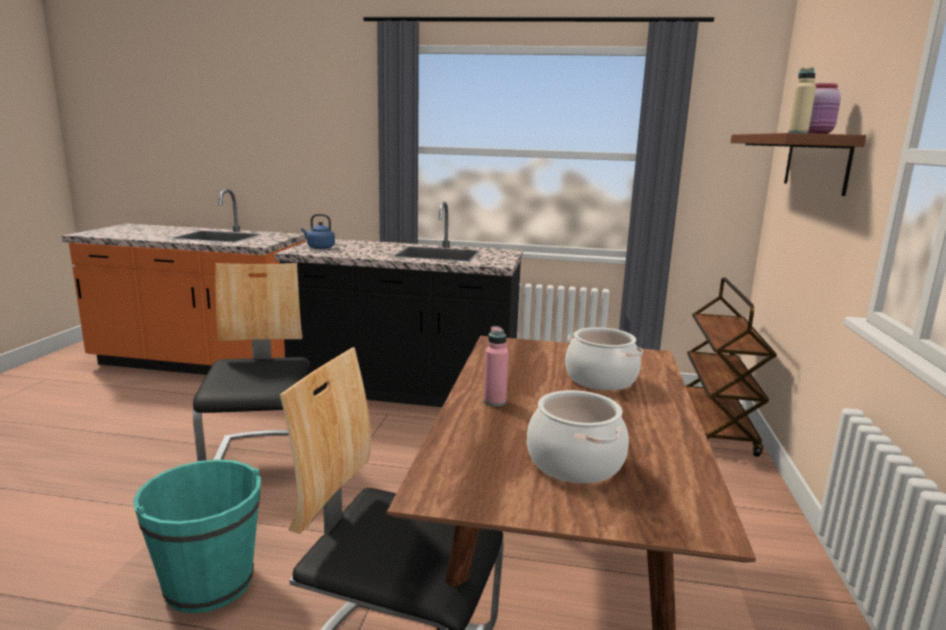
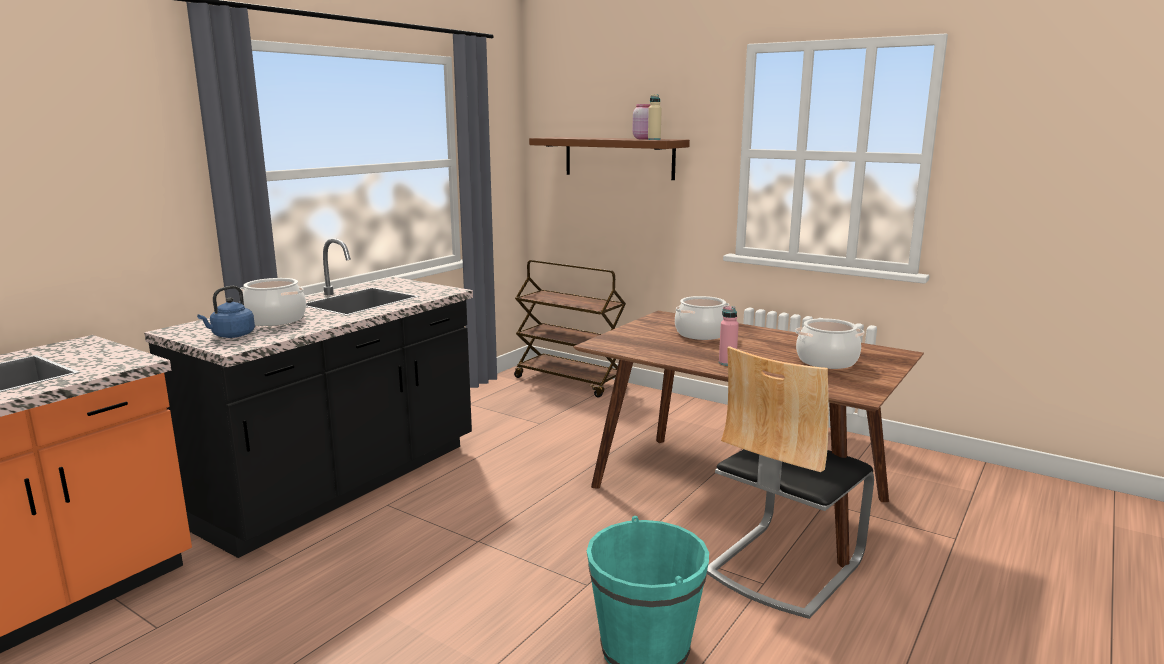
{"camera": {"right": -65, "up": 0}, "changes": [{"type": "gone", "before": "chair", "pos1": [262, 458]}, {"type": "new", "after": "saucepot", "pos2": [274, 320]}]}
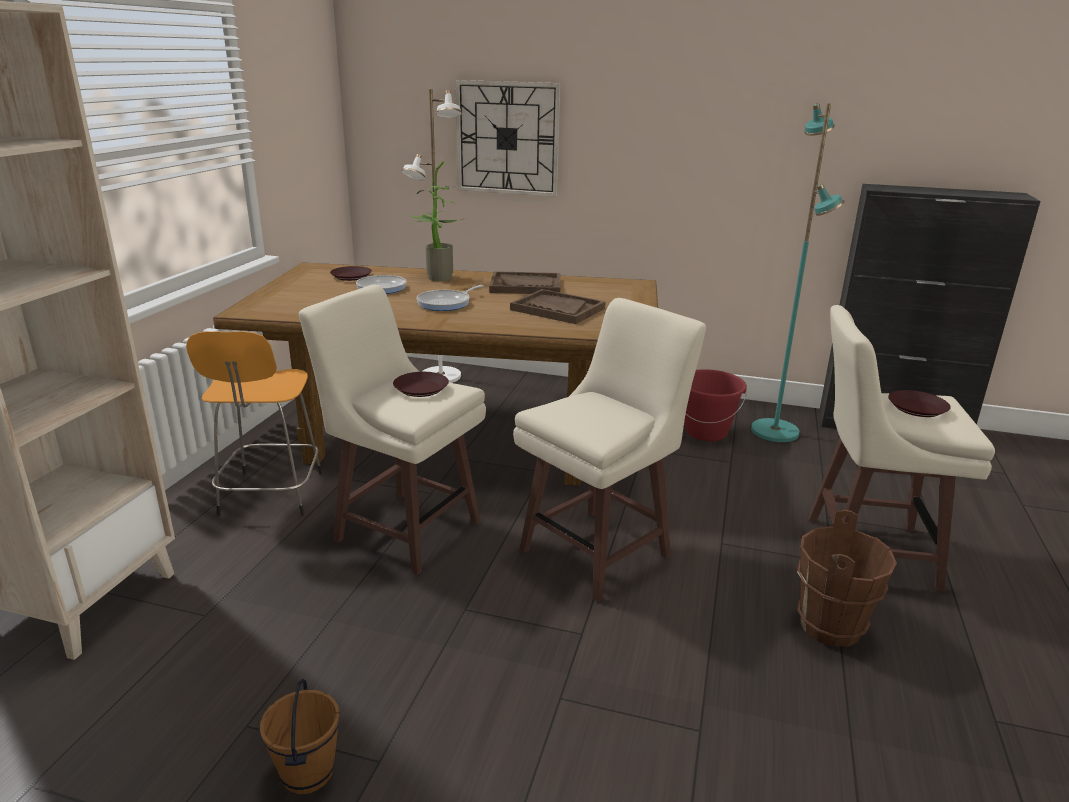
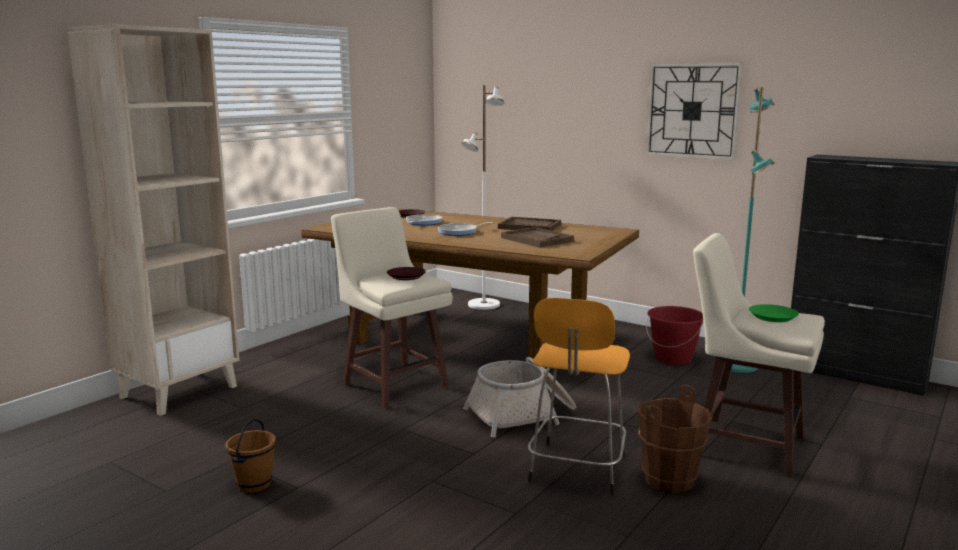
{"camera": {"right": 20, "up": -10}, "changes": [{"type": "shifted", "before": "clock on the wall", "pos1": [507, 138], "pos2": [692, 111]}, {"type": "gone", "before": "potted plant", "pos1": [436, 278]}, {"type": "swapped", "before": "beige stool seat", "after": "household basket", "pos1": [599, 552], "pos2": [522, 415]}, {"type": "shifted", "before": "orange-coloured stool seat", "pos1": [270, 496], "pos2": [576, 470]}, {"type": "repainted", "before": "brownish dinner plate", "after": "greenish dinner plate", "pos1": [916, 408], "pos2": [772, 317]}]}
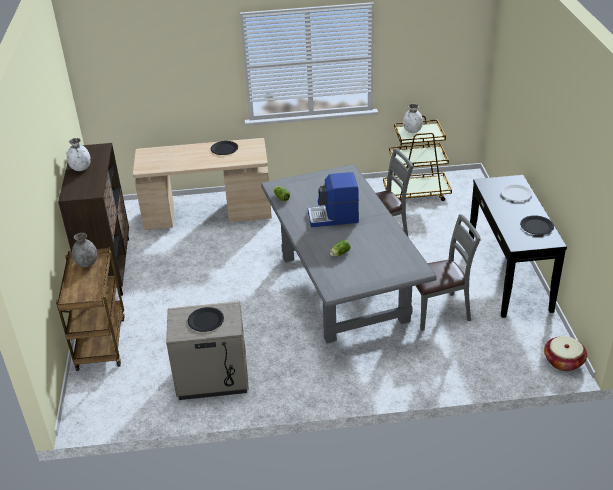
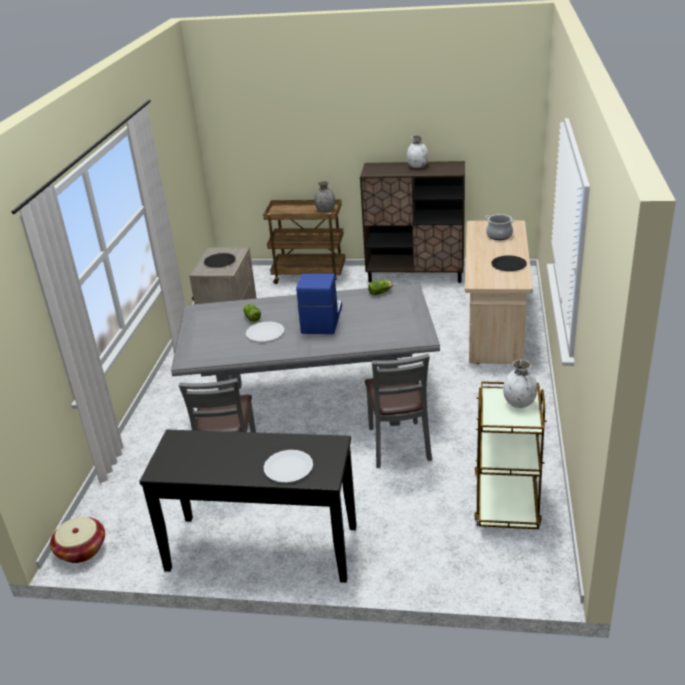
{"camera": {"right": 105, "up": -5}, "changes": [{"type": "gone", "before": "black-coloured dinner plate", "pos1": [536, 226]}, {"type": "new", "after": "saucepot", "pos2": [499, 235]}, {"type": "new", "after": "whitish dinner plate", "pos2": [265, 333]}]}
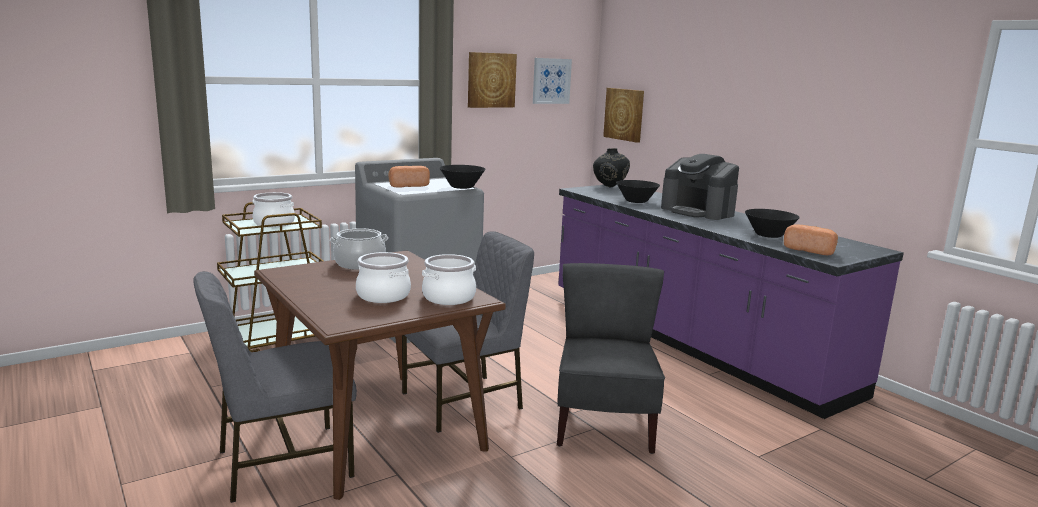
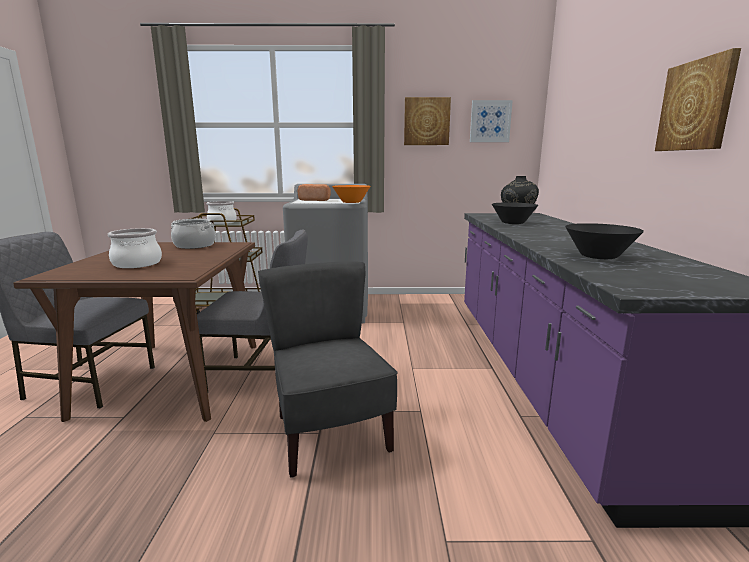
{"camera": {"right": 35, "up": 0}, "changes": [{"type": "shifted", "before": "wall art", "pos1": [624, 114], "pos2": [696, 105]}, {"type": "gone", "before": "coffee brewer", "pos1": [698, 211]}, {"type": "repainted", "before": "black-coloured deep dish", "after": "orange-coloured deep dish", "pos1": [462, 187], "pos2": [351, 202]}, {"type": "gone", "before": "baked bread", "pos1": [810, 250]}, {"type": "gone", "before": "saucepot", "pos1": [449, 298]}, {"type": "rotated", "before": "greyish chair", "pos1": [603, 426], "pos2": [330, 434], "turn": -60}]}
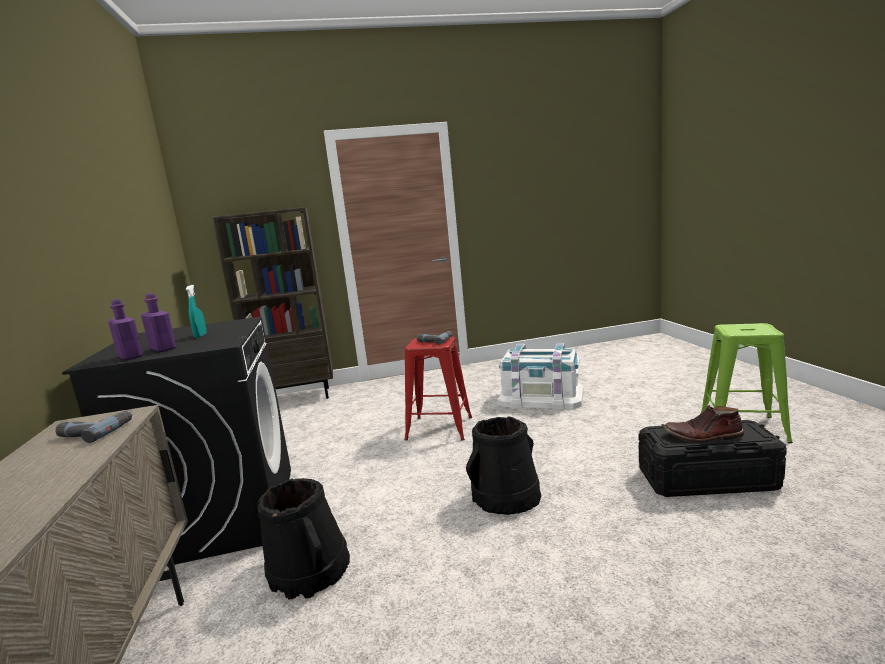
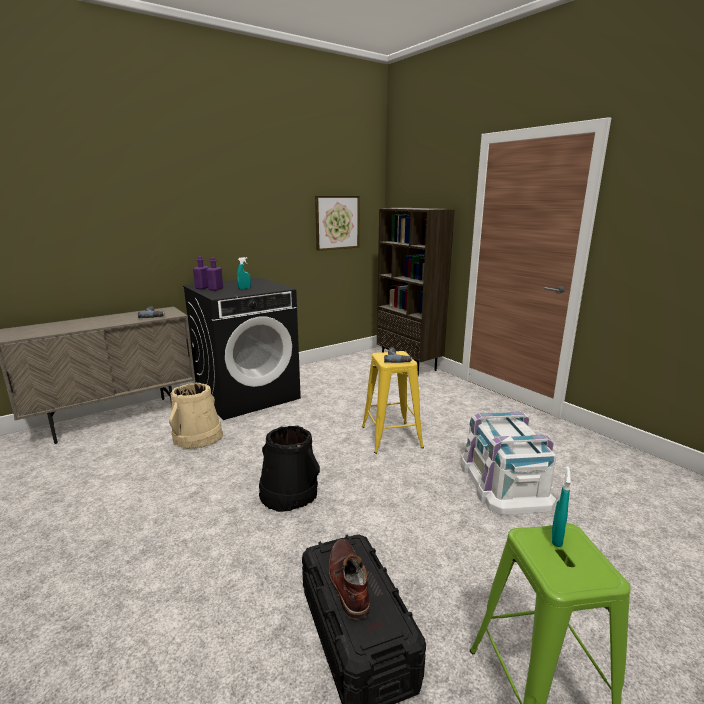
{"camera": {"right": 65, "up": 5}, "changes": [{"type": "repainted", "before": "red-coloured stool seat", "after": "yellowish stool seat", "pos1": [439, 428], "pos2": [391, 436]}, {"type": "repainted", "before": "black-coloured bucket", "after": "beige bucket", "pos1": [309, 570], "pos2": [198, 437]}, {"type": "new", "after": "wall art", "pos2": [337, 222]}, {"type": "new", "after": "turquoise-coloured sprayer", "pos2": [556, 538]}]}
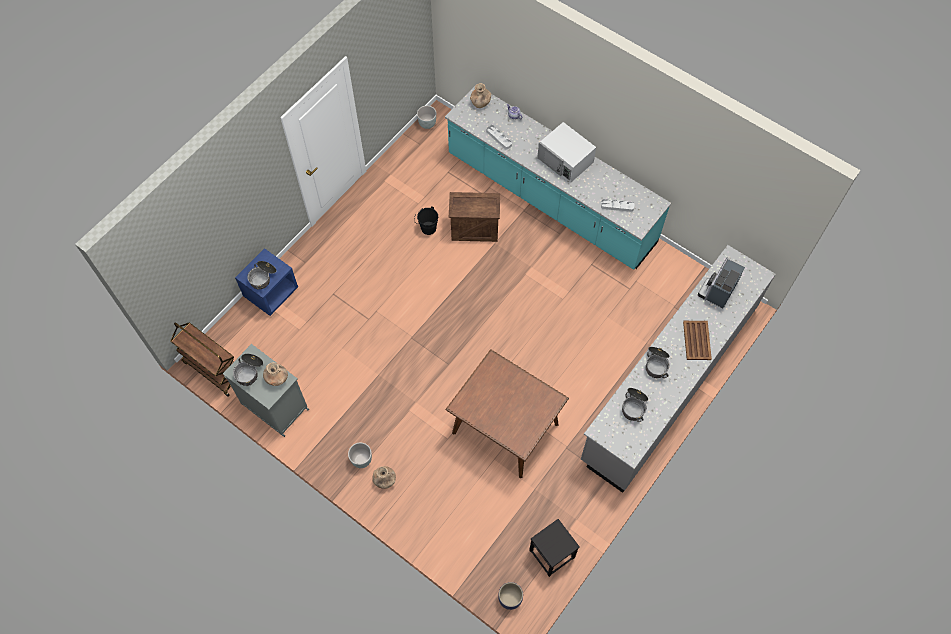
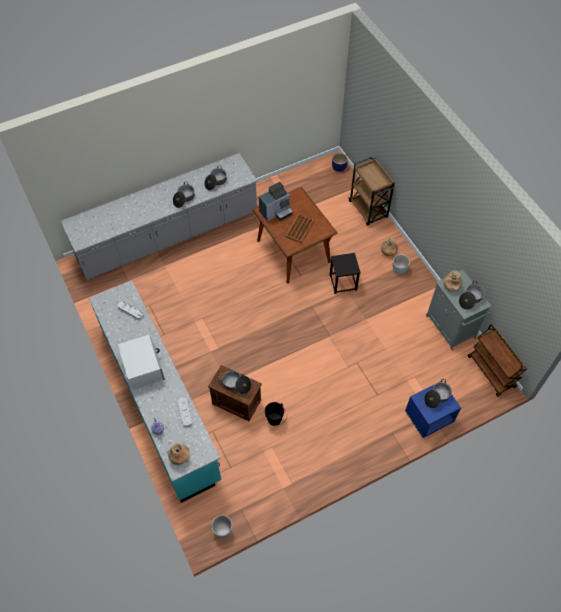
{"camera": {"right": -155, "up": -5}, "changes": [{"type": "shifted", "before": "coffee brewer", "pos1": [717, 291], "pos2": [276, 212]}, {"type": "shifted", "before": "brownish tray", "pos1": [697, 340], "pos2": [299, 228]}, {"type": "shifted", "before": "black-coloured stool seat", "pos1": [552, 553], "pos2": [342, 282]}, {"type": "new", "after": "brownish cart", "pos2": [368, 210]}, {"type": "new", "after": "saucepot", "pos2": [236, 385]}]}
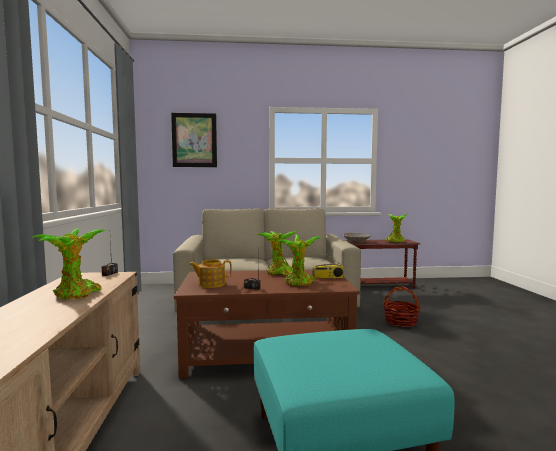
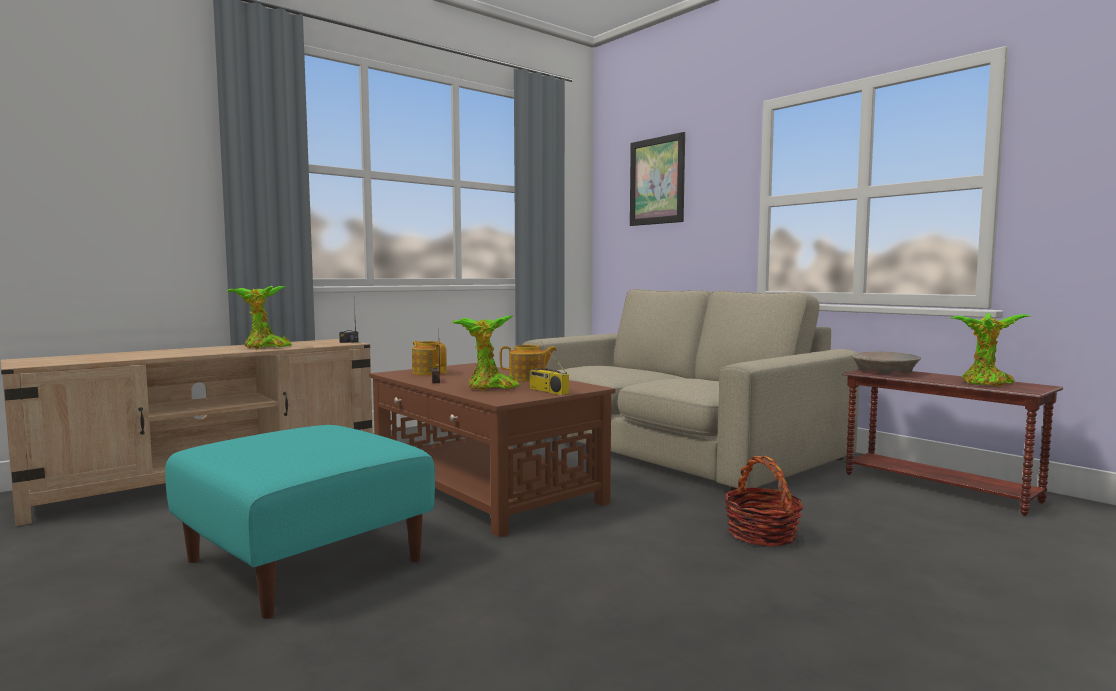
{"camera": {"right": 55, "up": 0}, "changes": [{"type": "swapped", "before": "potted plant", "after": "pot for tea", "pos1": [279, 273], "pos2": [528, 378]}]}
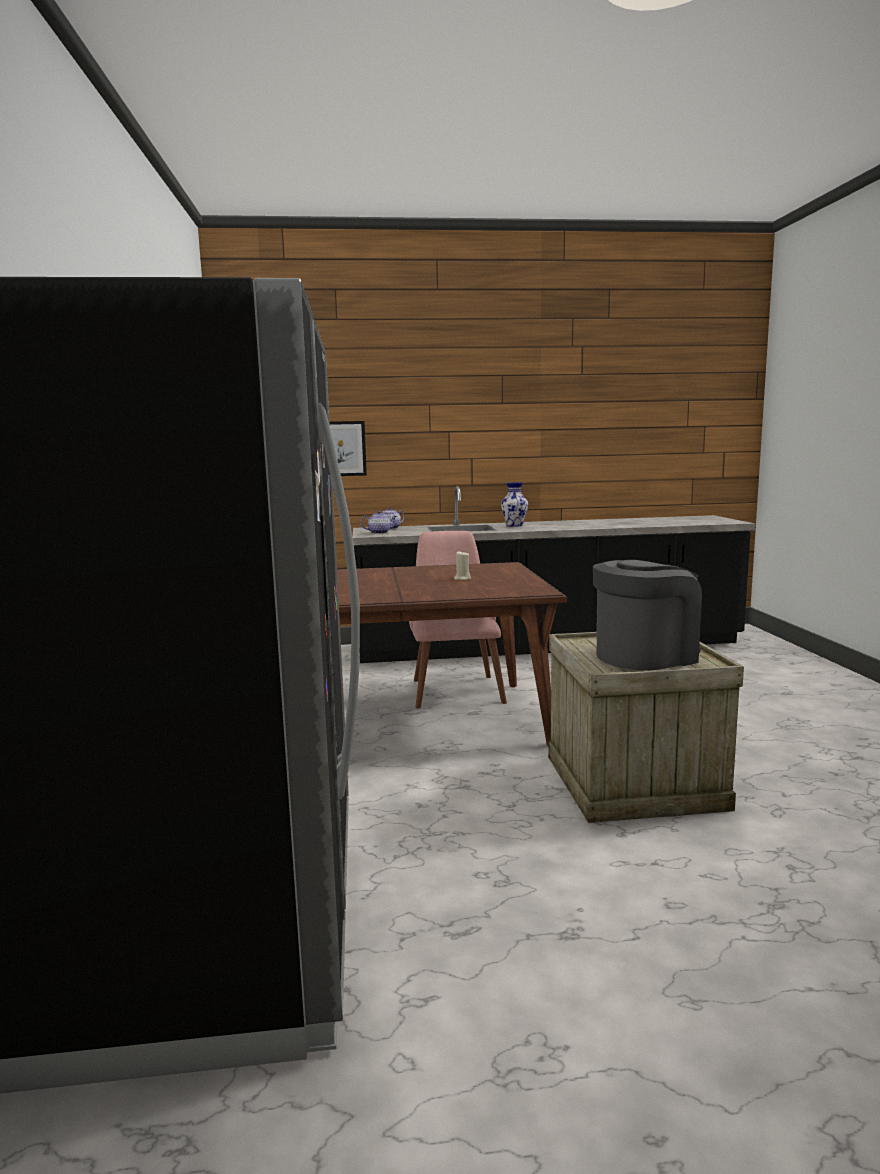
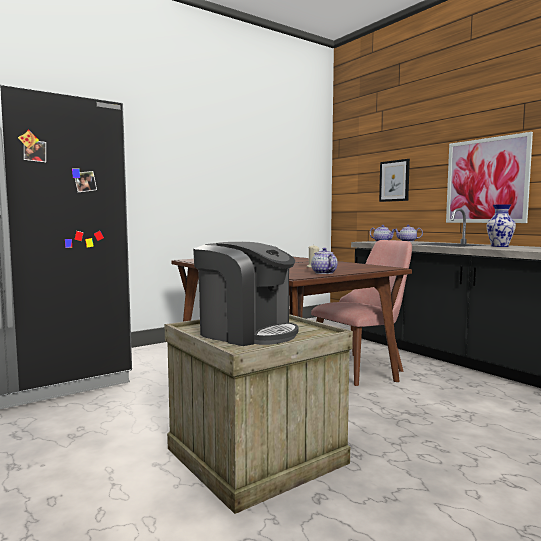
{"camera": {"right": 60, "up": -5}, "changes": [{"type": "new", "after": "wall art", "pos2": [486, 181]}, {"type": "new", "after": "pot for tea", "pos2": [323, 273]}]}
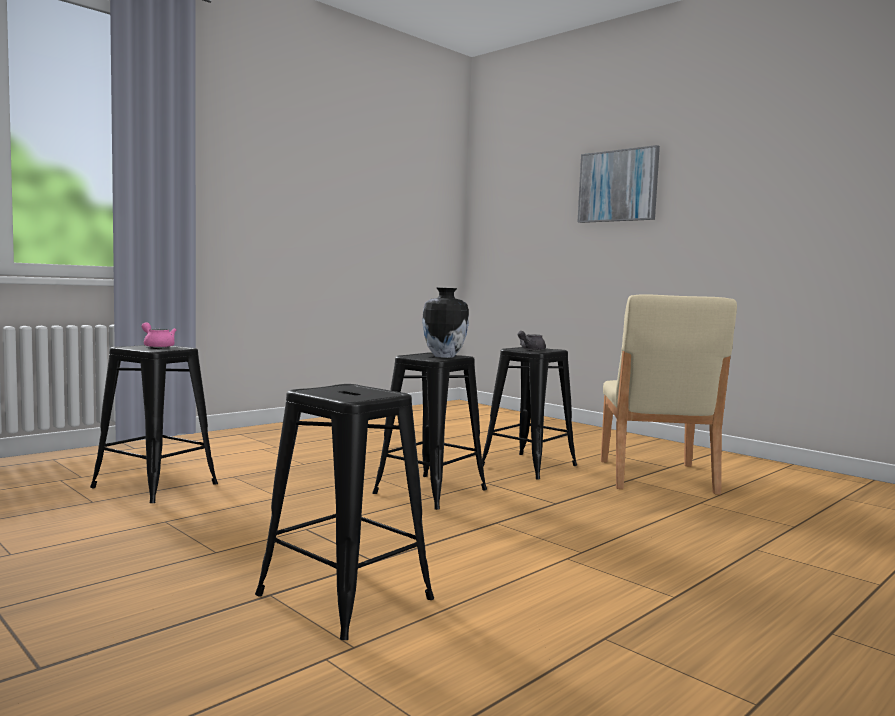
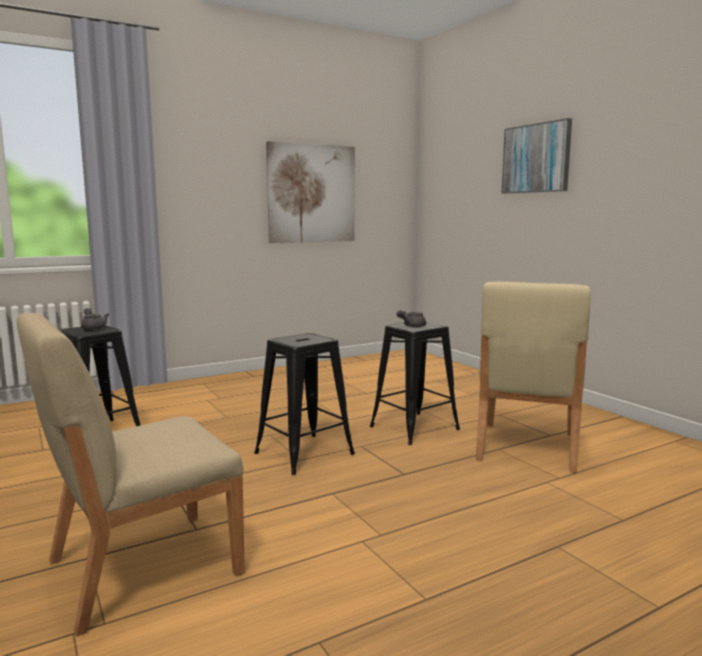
{"camera": {"right": 15, "up": 5}, "changes": [{"type": "gone", "before": "vase", "pos1": [443, 356]}, {"type": "repainted", "before": "pink pot for tea", "after": "greyish pot for tea", "pos1": [157, 346], "pos2": [93, 328]}, {"type": "swapped", "before": "black-coloured stool seat", "after": "beige chair", "pos1": [345, 597], "pos2": [141, 567]}, {"type": "new", "after": "wall art", "pos2": [311, 193]}]}
